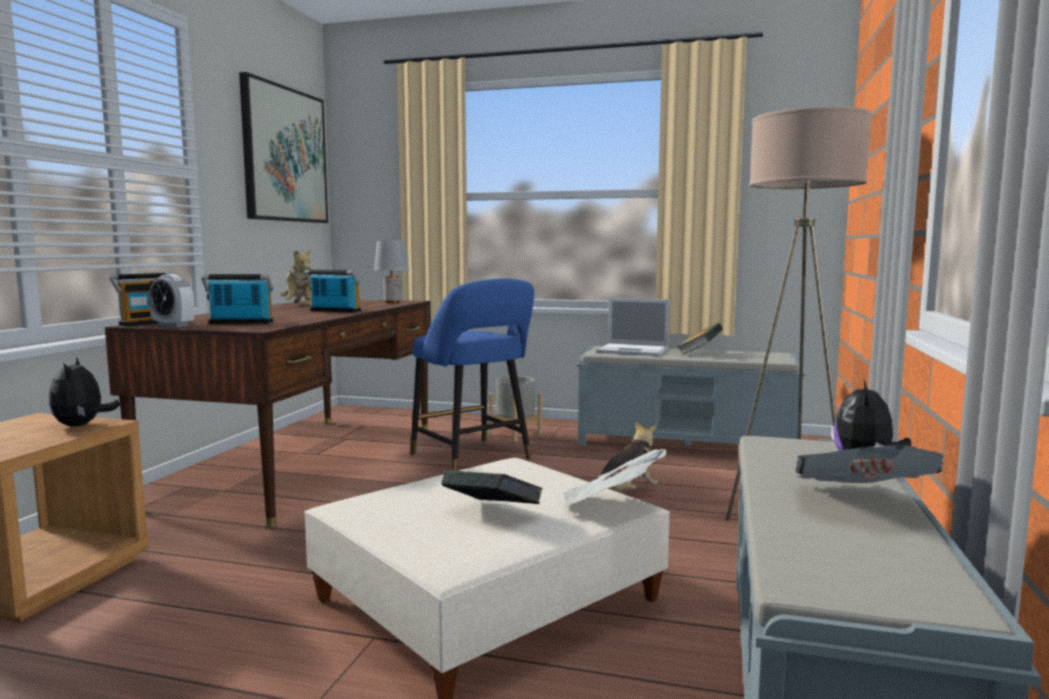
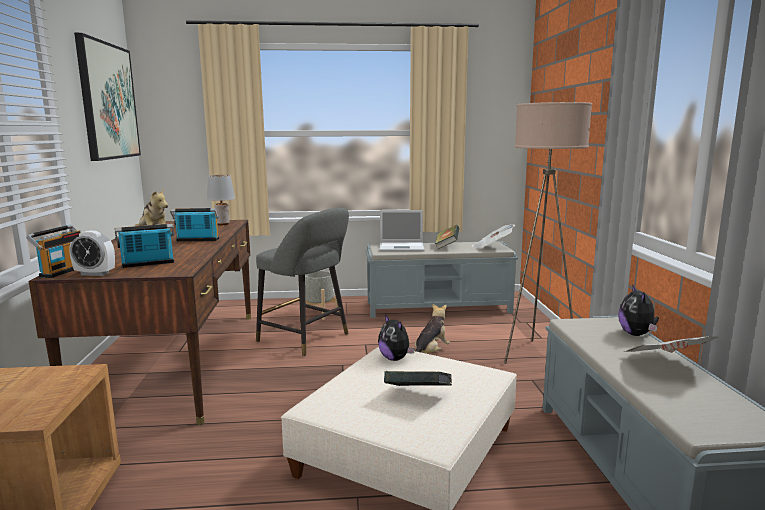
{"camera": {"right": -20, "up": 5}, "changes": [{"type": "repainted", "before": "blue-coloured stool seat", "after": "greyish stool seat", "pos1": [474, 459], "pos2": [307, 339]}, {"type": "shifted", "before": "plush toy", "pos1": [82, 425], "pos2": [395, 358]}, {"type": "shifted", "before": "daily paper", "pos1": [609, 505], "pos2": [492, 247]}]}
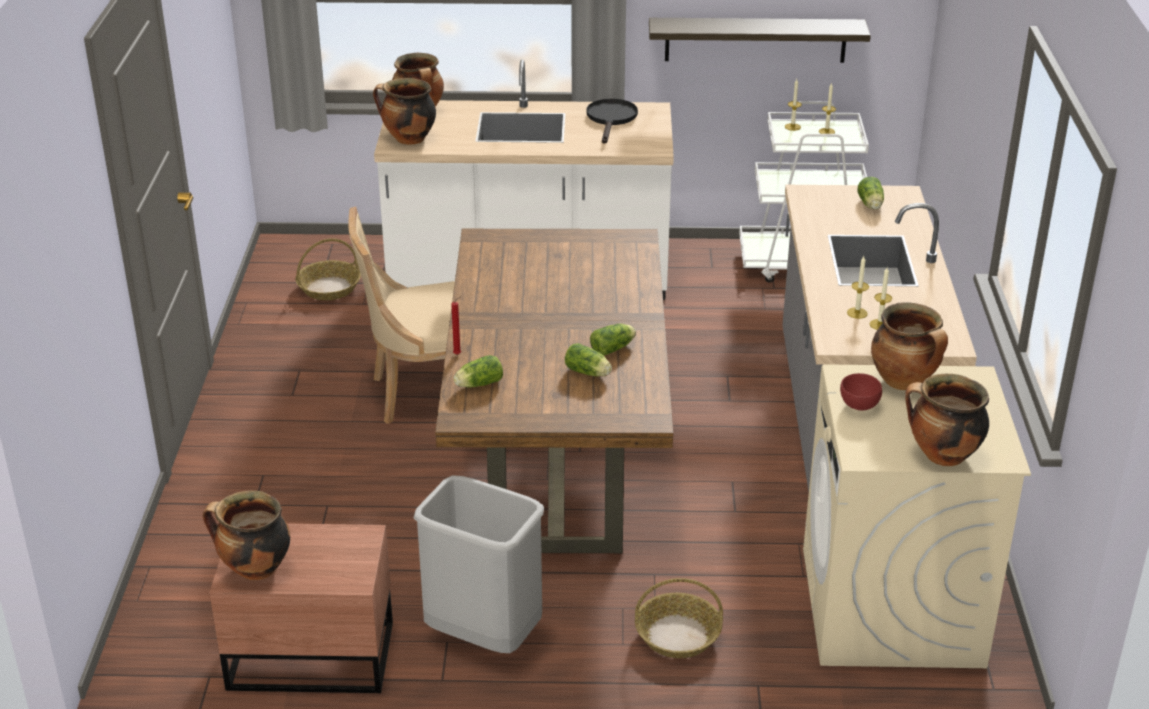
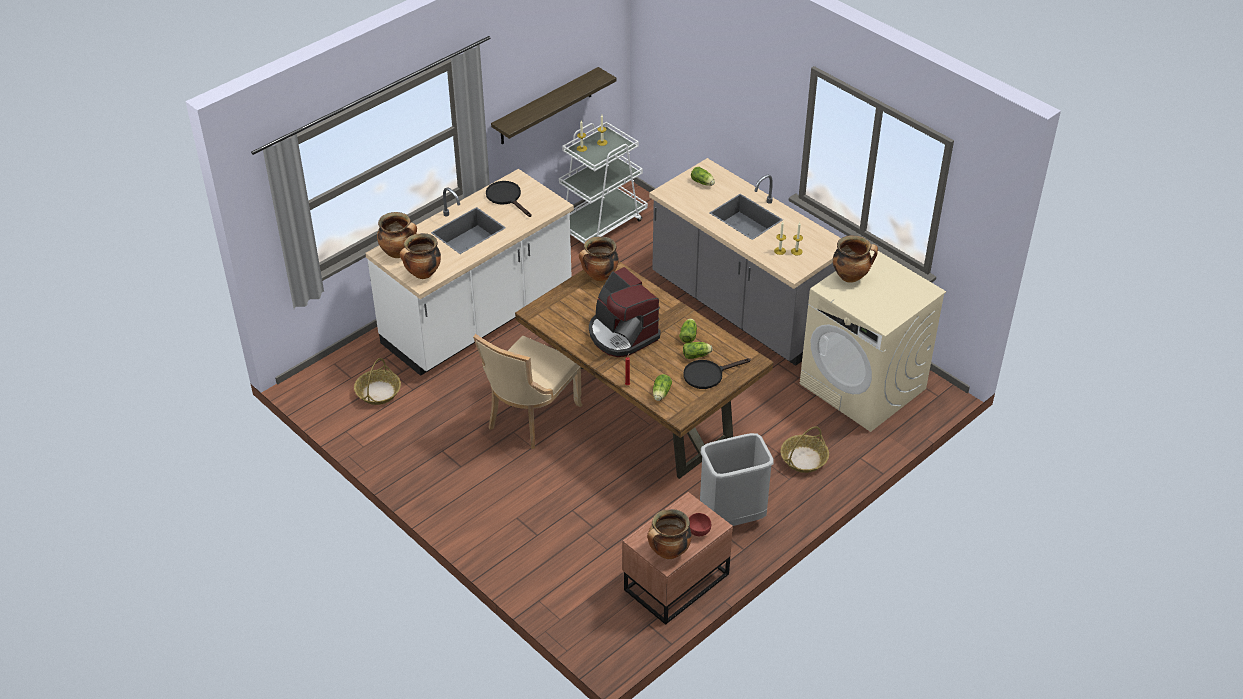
{"camera": {"right": -45, "up": 10}, "changes": [{"type": "shifted", "before": "red-coloured deep dish", "pos1": [859, 405], "pos2": [698, 531]}, {"type": "shifted", "before": "saucepot", "pos1": [941, 456], "pos2": [599, 276]}, {"type": "new", "after": "coffee brewer", "pos2": [622, 334]}, {"type": "new", "after": "black-coloured pan", "pos2": [708, 375]}]}
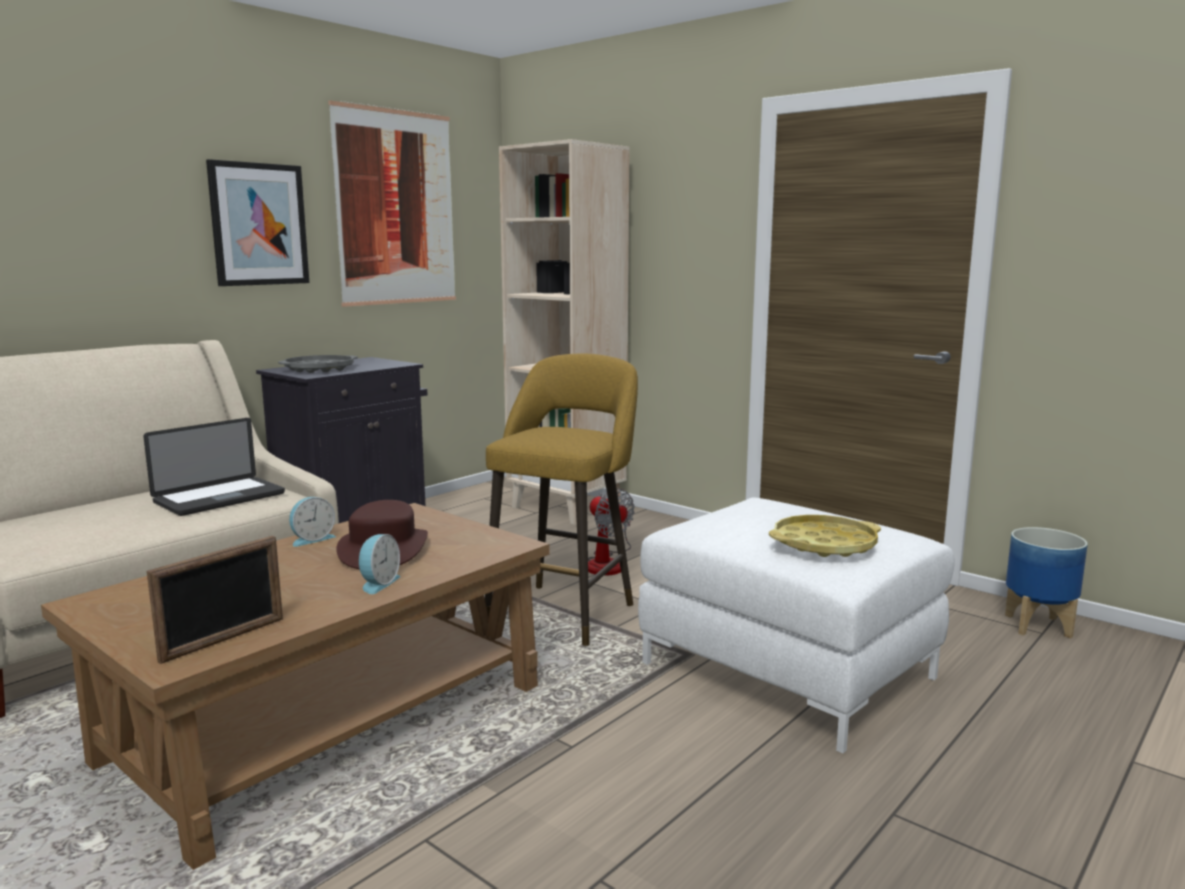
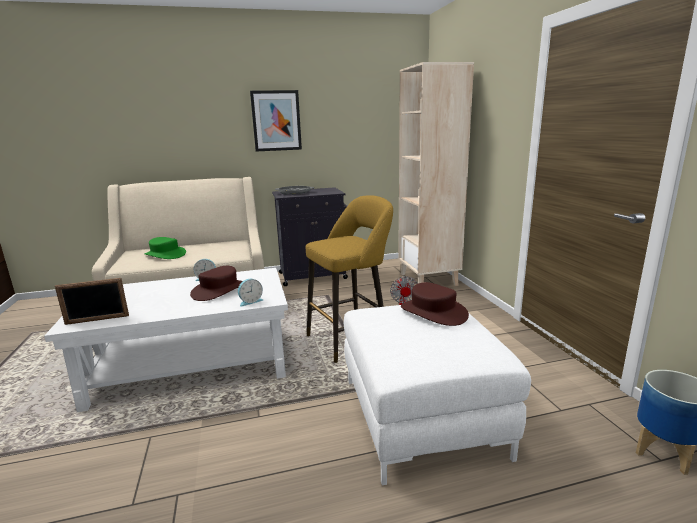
{"camera": {"right": 35, "up": 5}, "changes": [{"type": "gone", "before": "wall art", "pos1": [396, 207]}, {"type": "gone", "before": "laptop", "pos1": [219, 498]}, {"type": "repainted", "before": "brownish lounge table", "after": "whitish lounge table", "pos1": [330, 722], "pos2": [193, 365]}, {"type": "gone", "before": "yellowish tray", "pos1": [824, 544]}, {"type": "shifted", "before": "table clock", "pos1": [378, 583], "pos2": [250, 301]}, {"type": "new", "after": "greenish hat", "pos2": [165, 254]}, {"type": "new", "after": "brownish hat", "pos2": [433, 312]}]}
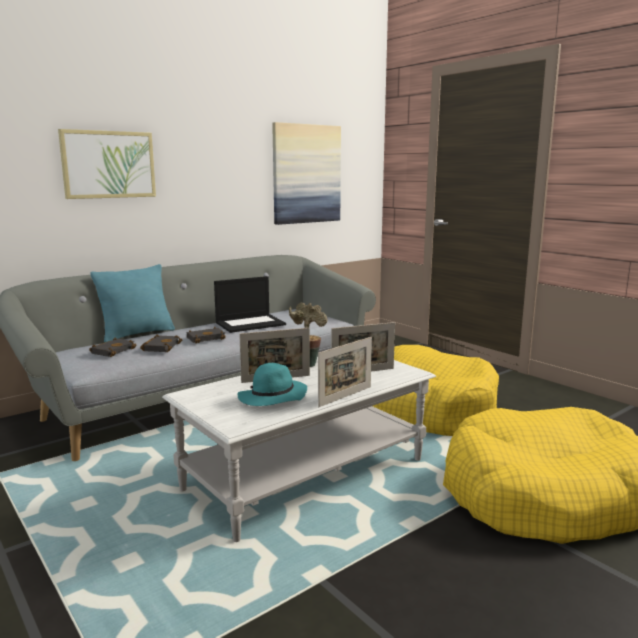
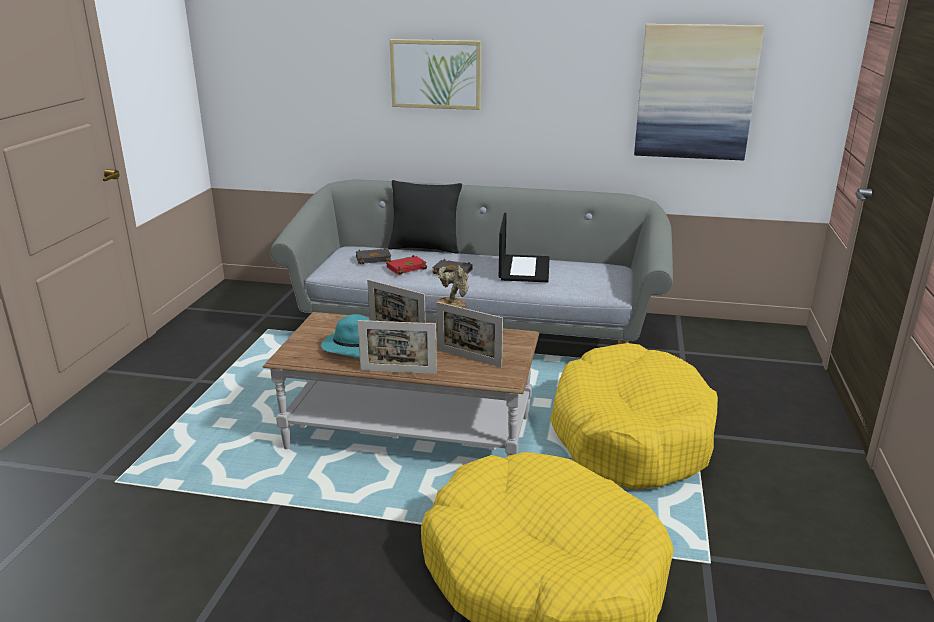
{"camera": {"right": 50, "up": 10}, "changes": [{"type": "repainted", "before": "turquoise-coloured throw pillow", "after": "black-coloured throw pillow", "pos1": [137, 334], "pos2": [425, 248]}, {"type": "rotated", "before": "laptop", "pos1": [250, 323], "pos2": [523, 268], "turn": -105}, {"type": "repainted", "before": "black-coloured volume", "after": "red-coloured volume", "pos1": [160, 347], "pos2": [407, 267]}, {"type": "repainted", "before": "whitish lounge table", "after": "brownish lounge table", "pos1": [306, 475], "pos2": [410, 433]}]}
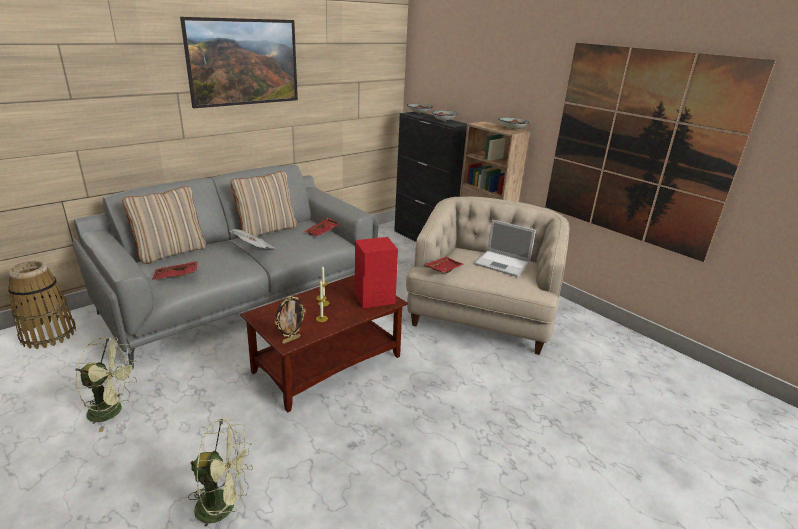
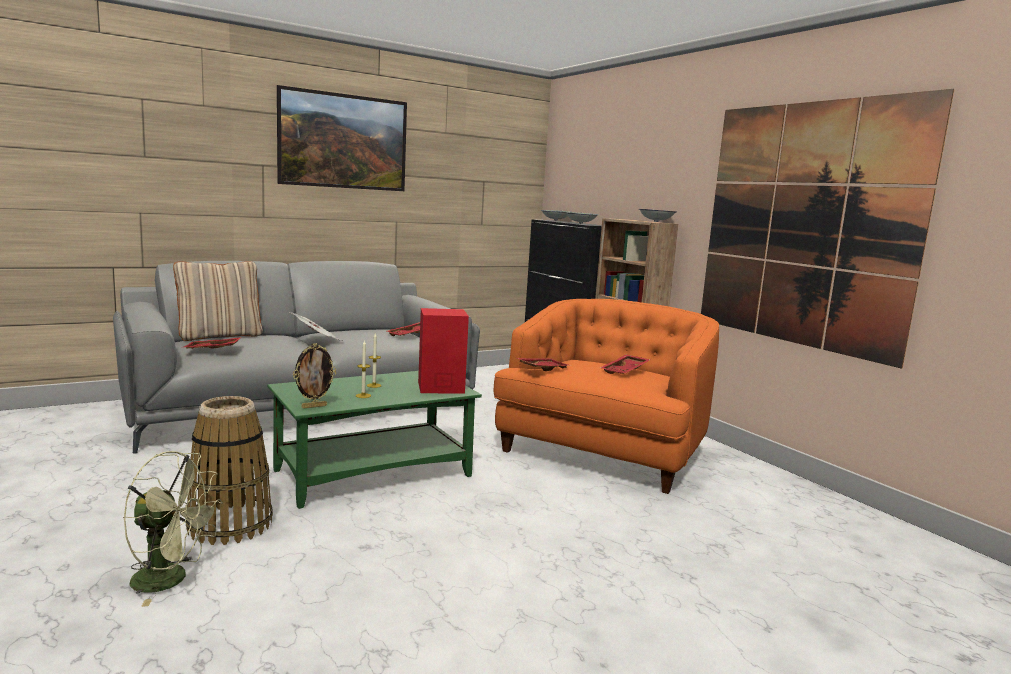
{"camera": {"right": 10, "up": -15}, "changes": [{"type": "gone", "before": "beige throw pillow", "pos1": [267, 230]}, {"type": "repainted", "before": "beige lounge chair", "after": "orange-coloured lounge chair", "pos1": [482, 315], "pos2": [603, 451]}, {"type": "swapped", "before": "laptop", "after": "red-coloured tray", "pos1": [503, 264], "pos2": [625, 371]}, {"type": "shifted", "before": "household basket", "pos1": [49, 334], "pos2": [230, 524]}, {"type": "repainted", "before": "brownish lounge table", "after": "greenish lounge table", "pos1": [328, 363], "pos2": [374, 472]}, {"type": "gone", "before": "greenish cooling fan", "pos1": [113, 411]}]}
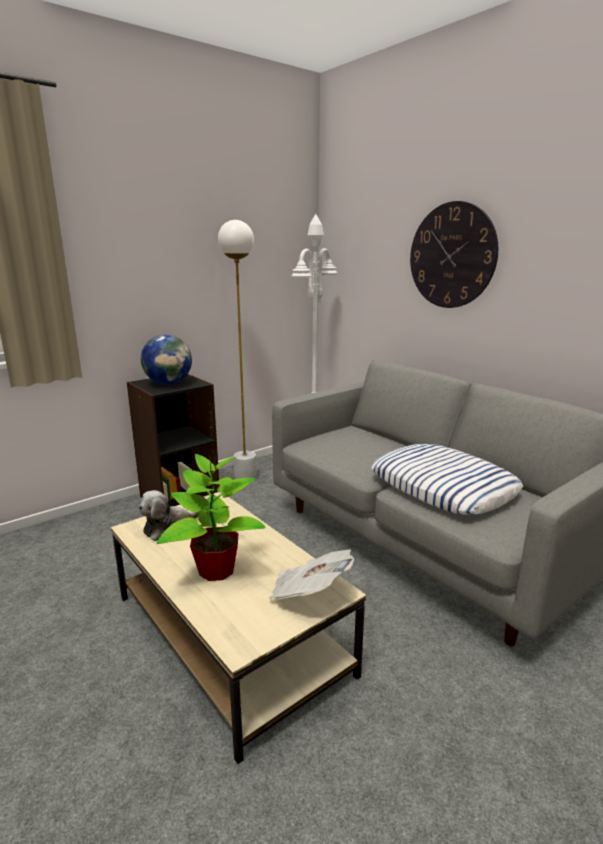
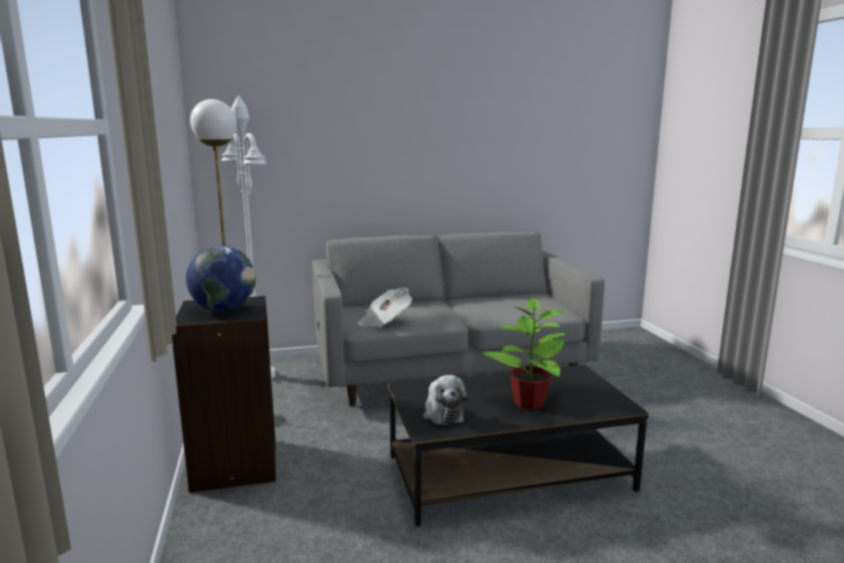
{"camera": {"right": -65, "up": -5}, "changes": [{"type": "gone", "before": "clock on the wall", "pos1": [452, 256]}, {"type": "gone", "before": "throw pillow", "pos1": [443, 487]}, {"type": "repainted", "before": "beige lounge table", "after": "black-coloured lounge table", "pos1": [231, 635], "pos2": [510, 472]}, {"type": "shifted", "before": "daily paper", "pos1": [309, 593], "pos2": [384, 322]}]}
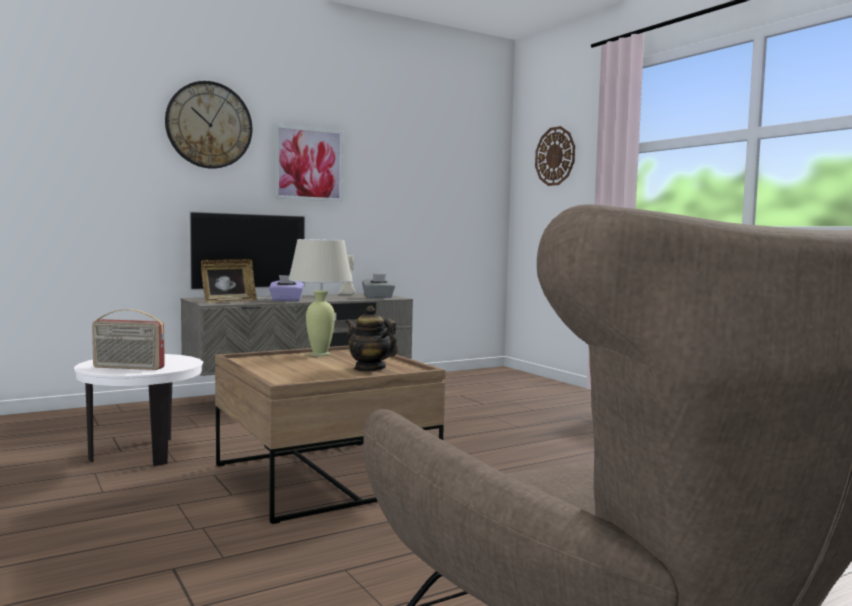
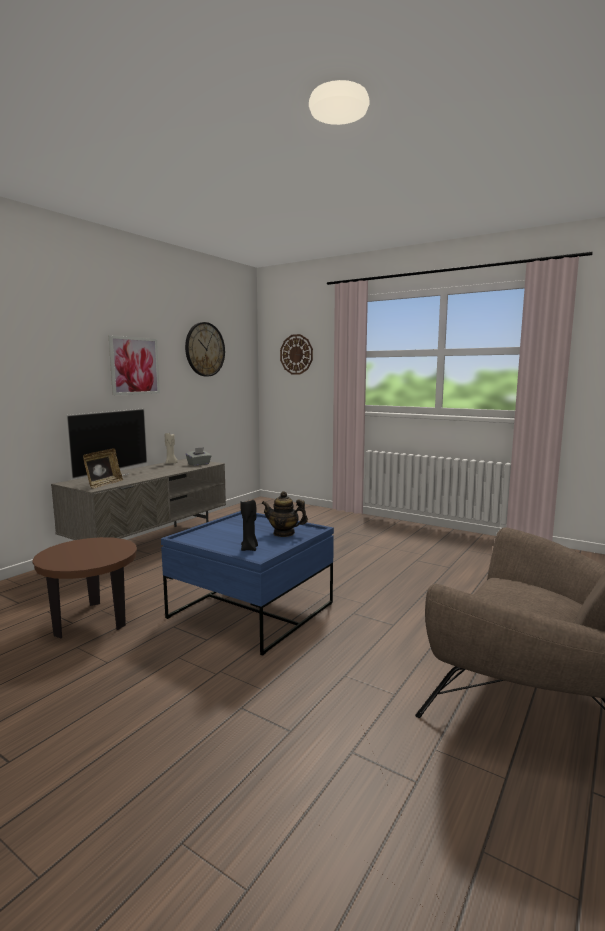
{"camera": {"right": -25, "up": 5}, "changes": [{"type": "shifted", "before": "clock on the wall", "pos1": [209, 125], "pos2": [204, 349]}, {"type": "gone", "before": "beige tabletop lamp", "pos1": [320, 354]}, {"type": "gone", "before": "purple tissue holder", "pos1": [286, 300]}, {"type": "gone", "before": "radio receiver", "pos1": [128, 368]}, {"type": "repainted", "before": "brownish lounge table", "after": "blue-coloured lounge table", "pos1": [324, 477], "pos2": [251, 610]}, {"type": "repainted", "before": "whitish accent table", "after": "brownish accent table", "pos1": [142, 452], "pos2": [92, 620]}, {"type": "new", "after": "black-coloured candle", "pos2": [249, 549]}]}
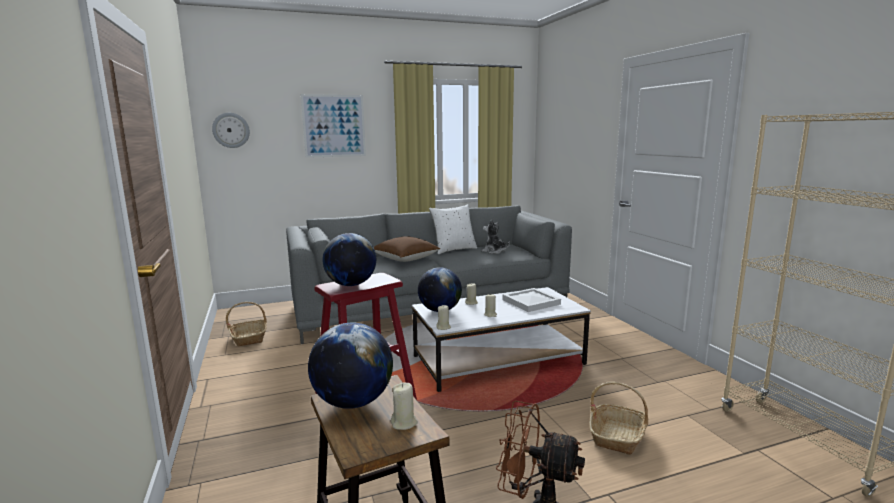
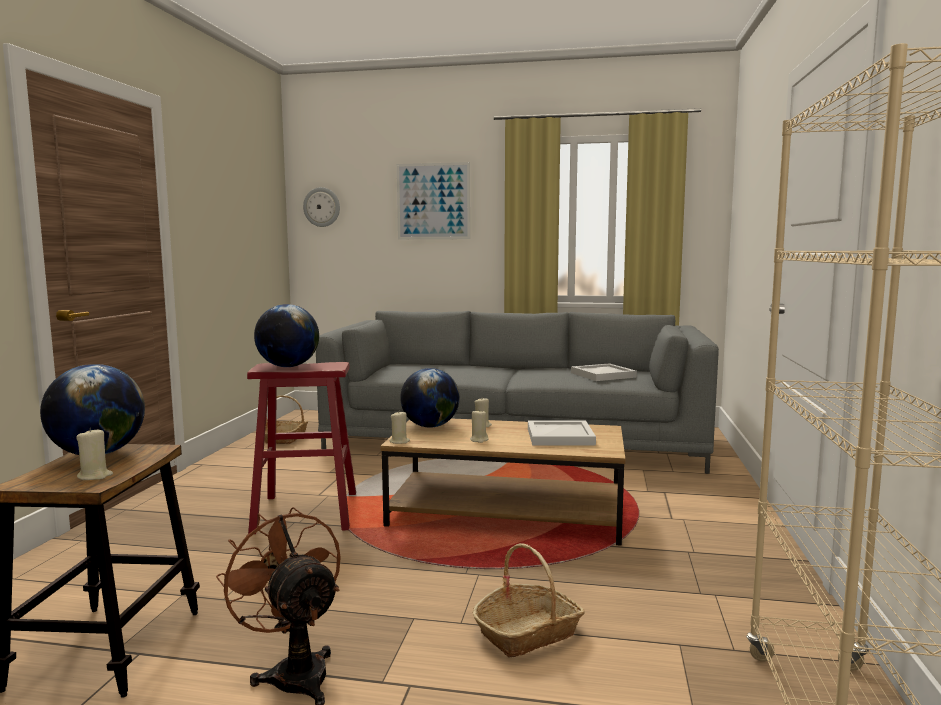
{"camera": {"right": 30, "up": -5}, "changes": [{"type": "gone", "before": "whitish throw pillow", "pos1": [453, 249]}, {"type": "swapped", "before": "plush toy", "after": "whitish tray", "pos1": [494, 251], "pos2": [602, 375]}, {"type": "gone", "before": "brownish throw pillow", "pos1": [405, 259]}, {"type": "repainted", "before": "whitish lounge table", "after": "brownish lounge table", "pos1": [498, 360], "pos2": [506, 513]}]}
